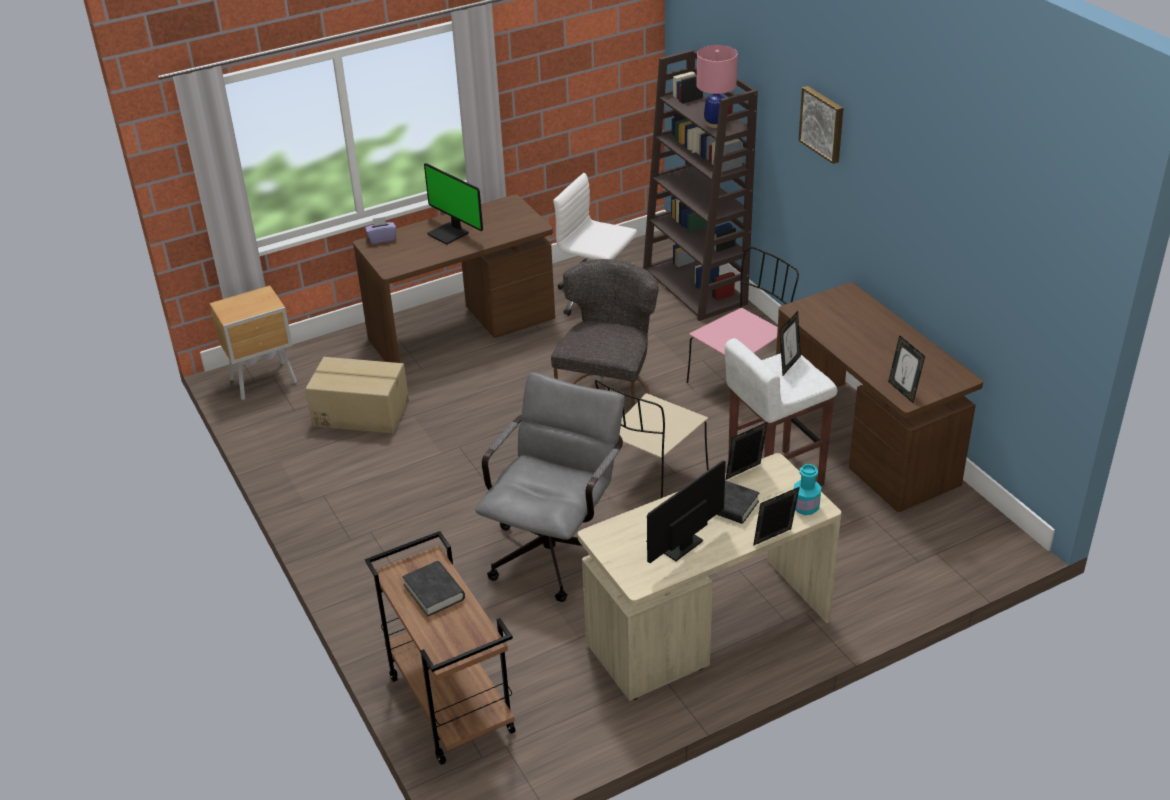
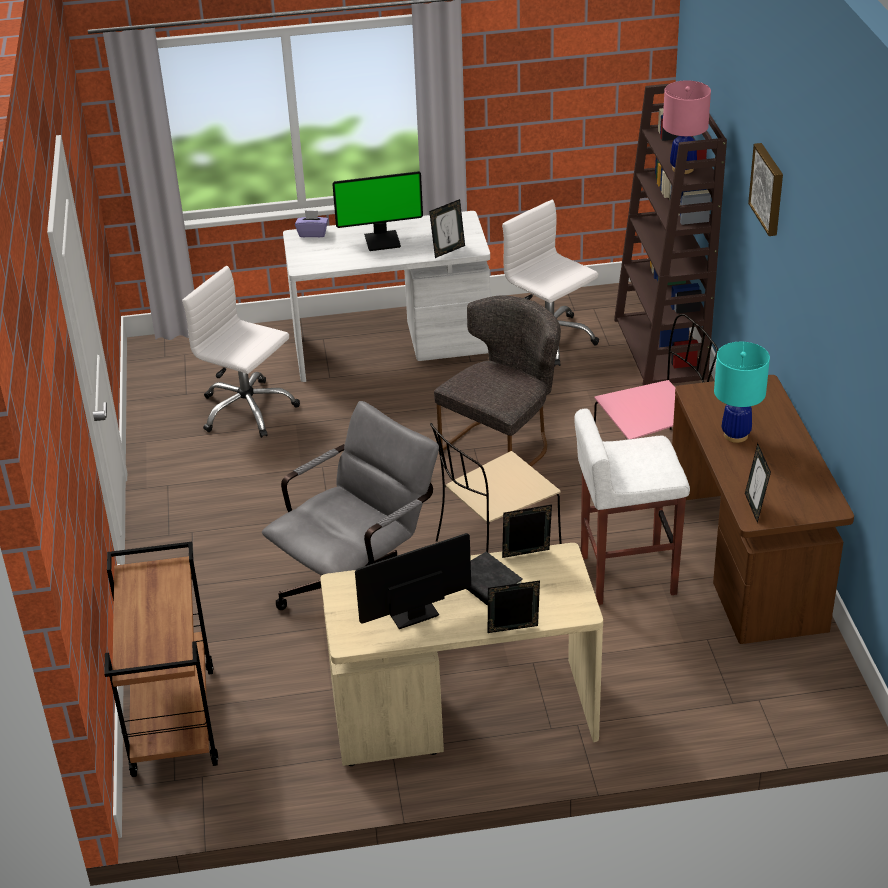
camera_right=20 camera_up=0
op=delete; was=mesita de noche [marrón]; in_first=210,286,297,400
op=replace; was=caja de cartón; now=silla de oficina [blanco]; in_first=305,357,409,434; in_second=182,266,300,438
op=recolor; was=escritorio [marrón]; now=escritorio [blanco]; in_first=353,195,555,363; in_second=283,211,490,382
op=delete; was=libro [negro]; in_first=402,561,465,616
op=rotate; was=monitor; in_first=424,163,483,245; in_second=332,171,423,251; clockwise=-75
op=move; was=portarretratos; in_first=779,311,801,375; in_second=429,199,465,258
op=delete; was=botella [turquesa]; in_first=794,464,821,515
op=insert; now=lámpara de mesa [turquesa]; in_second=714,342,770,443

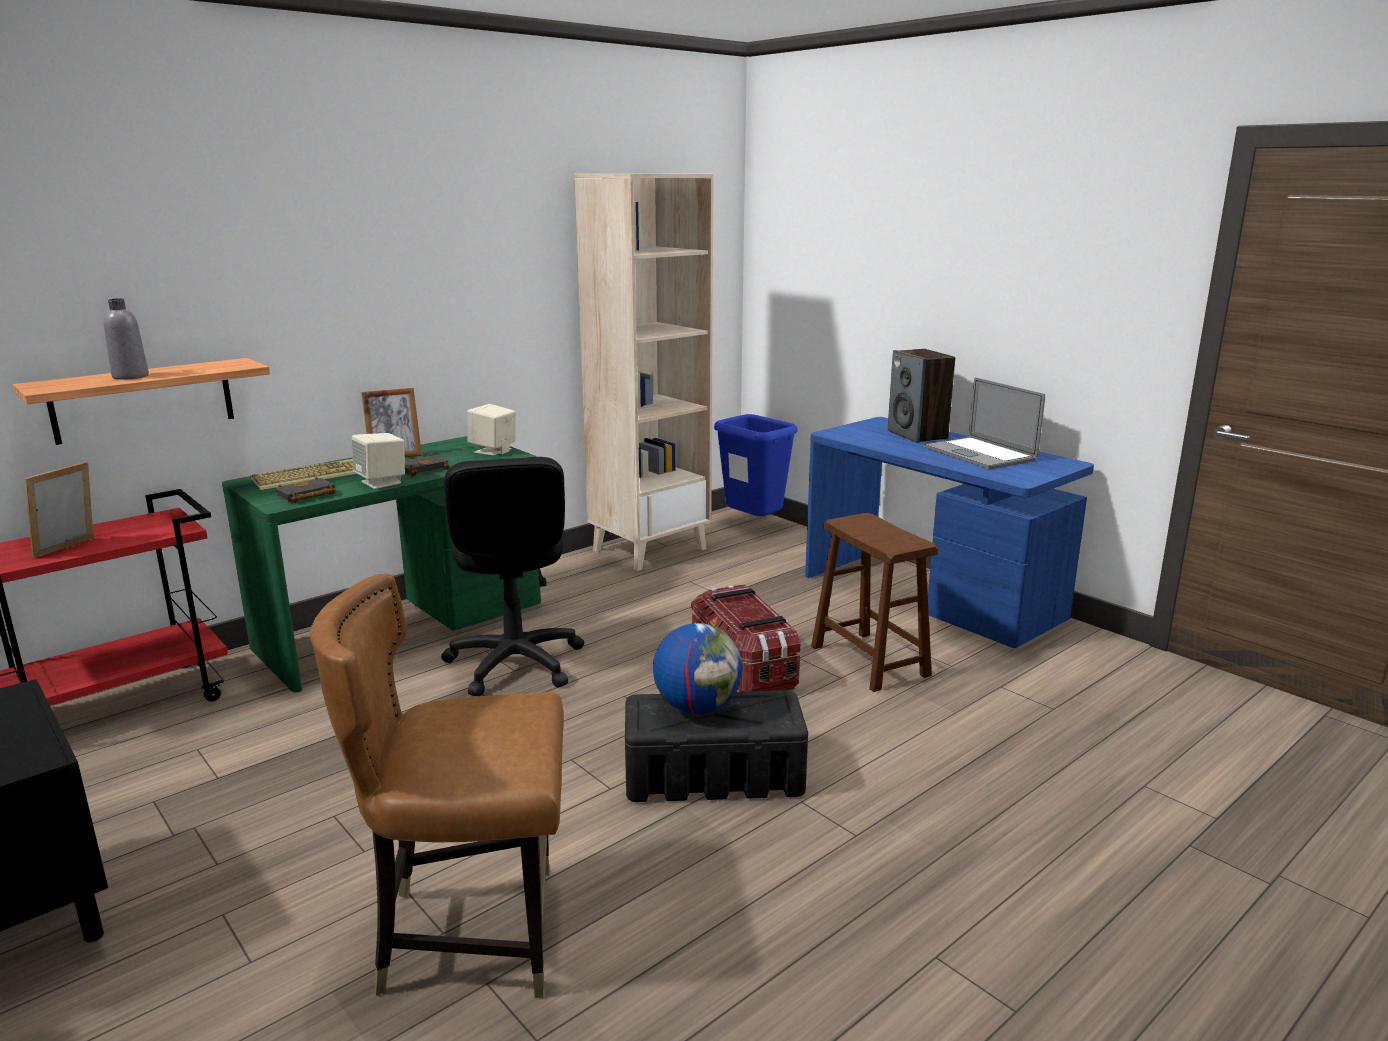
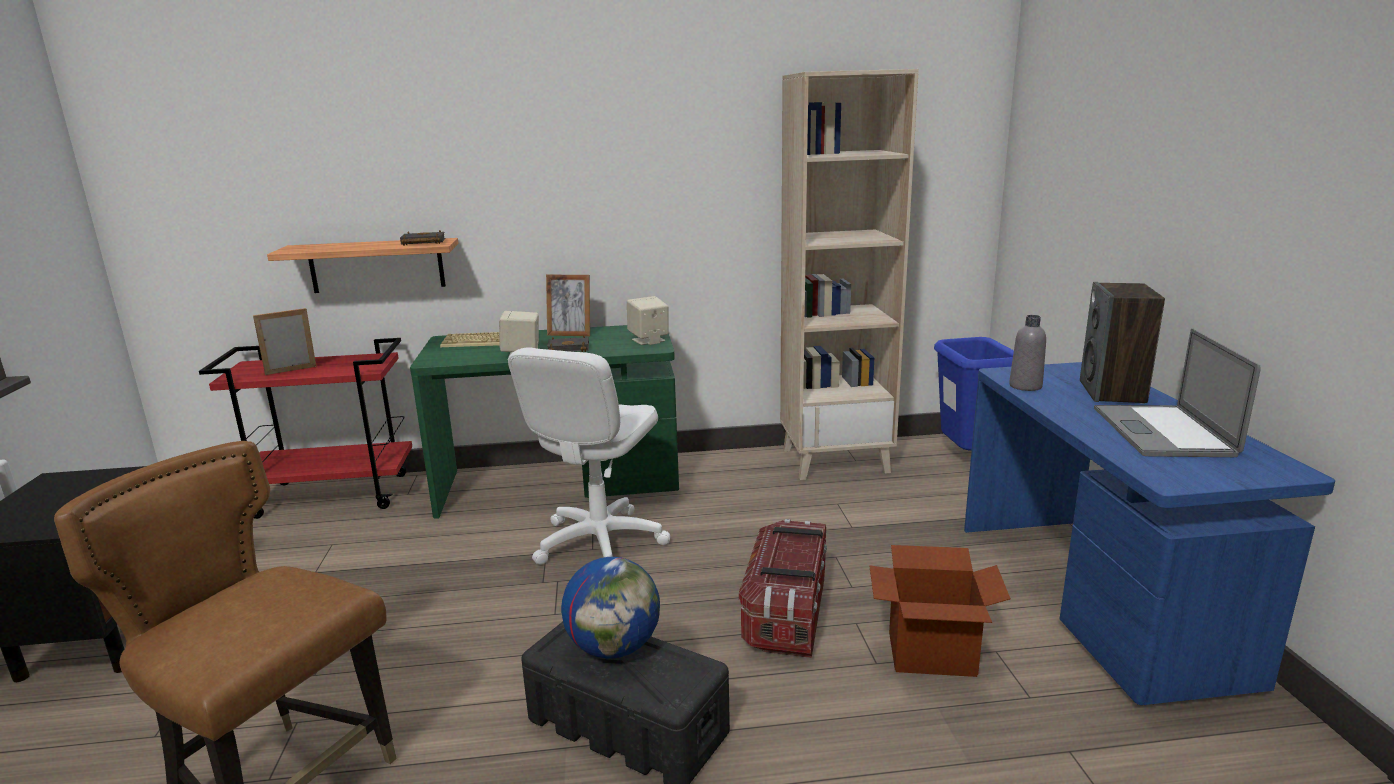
camera_right=35 camera_up=0
op=move; was=botella [gris]; in_first=103,298,149,380; in_second=1009,315,1046,391
op=move; was=libro [negro]; in_first=275,477,336,503; in_second=400,230,445,245
op=recolor; was=silla de oficina [negro]; now=silla de oficina [blanco]; in_first=441,457,584,696; in_second=508,347,670,565
op=replace; was=taburete [marrón]; now=caja de cartón; in_first=811,513,938,692; in_second=869,545,1011,677

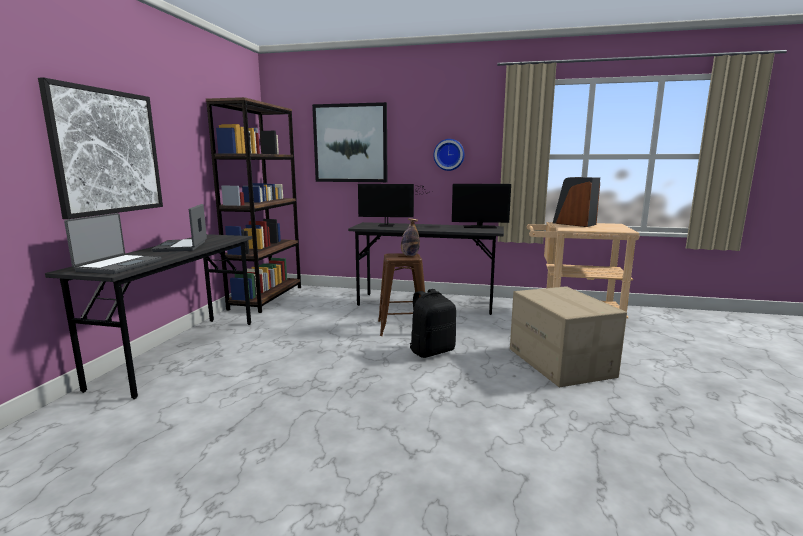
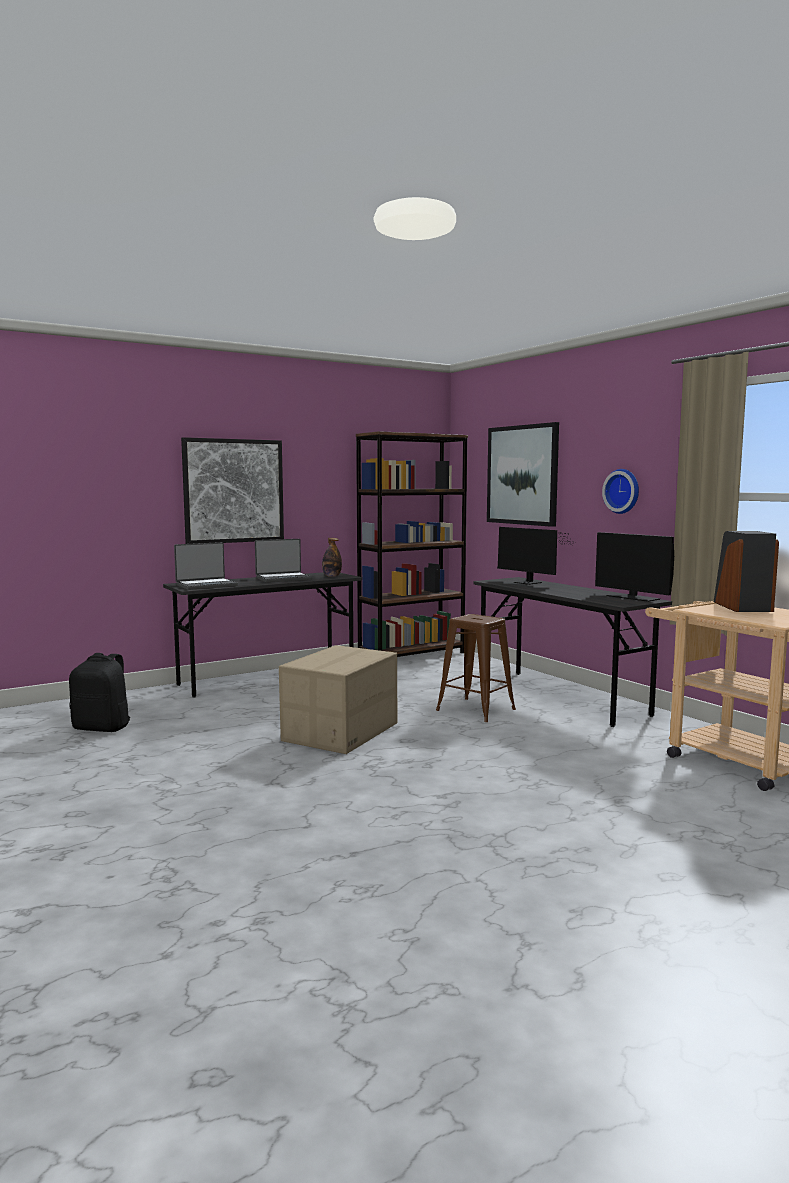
camera_right=45 camera_up=-5
op=rotate; was=portátil; in_first=151,204,207,252; in_second=255,539,312,582; clockwise=-150
op=move; was=botella; in_first=401,218,420,256; in_second=322,538,342,577
op=move; was=mochila [negro]; in_first=409,289,456,358; in_second=69,653,130,732
op=move; was=caja de cartón; in_first=510,286,627,387; in_second=279,645,397,754

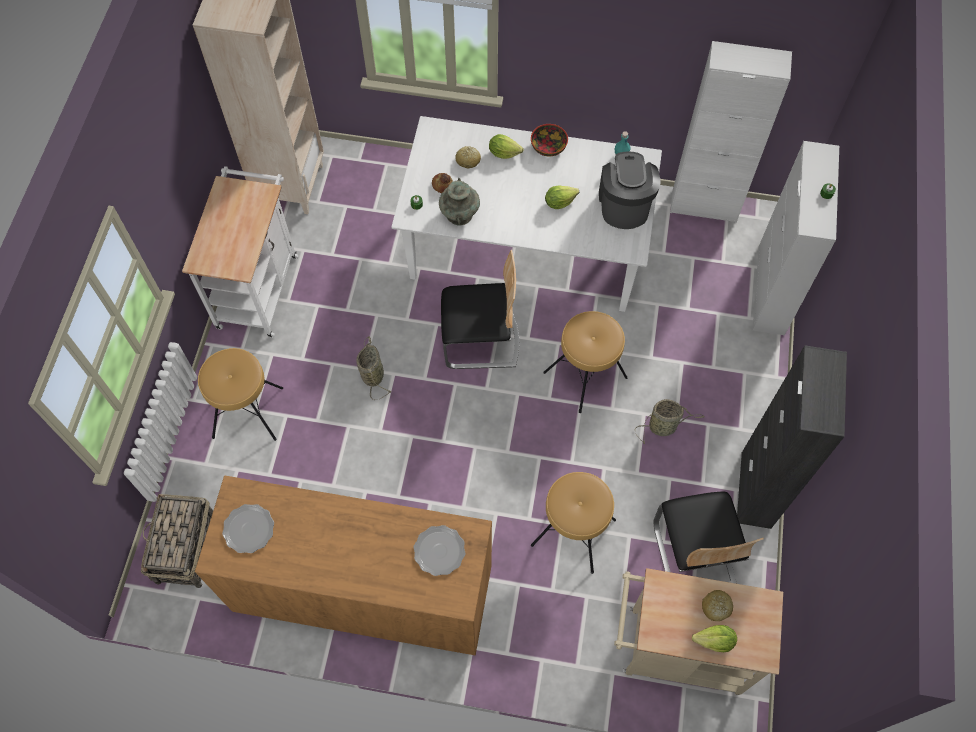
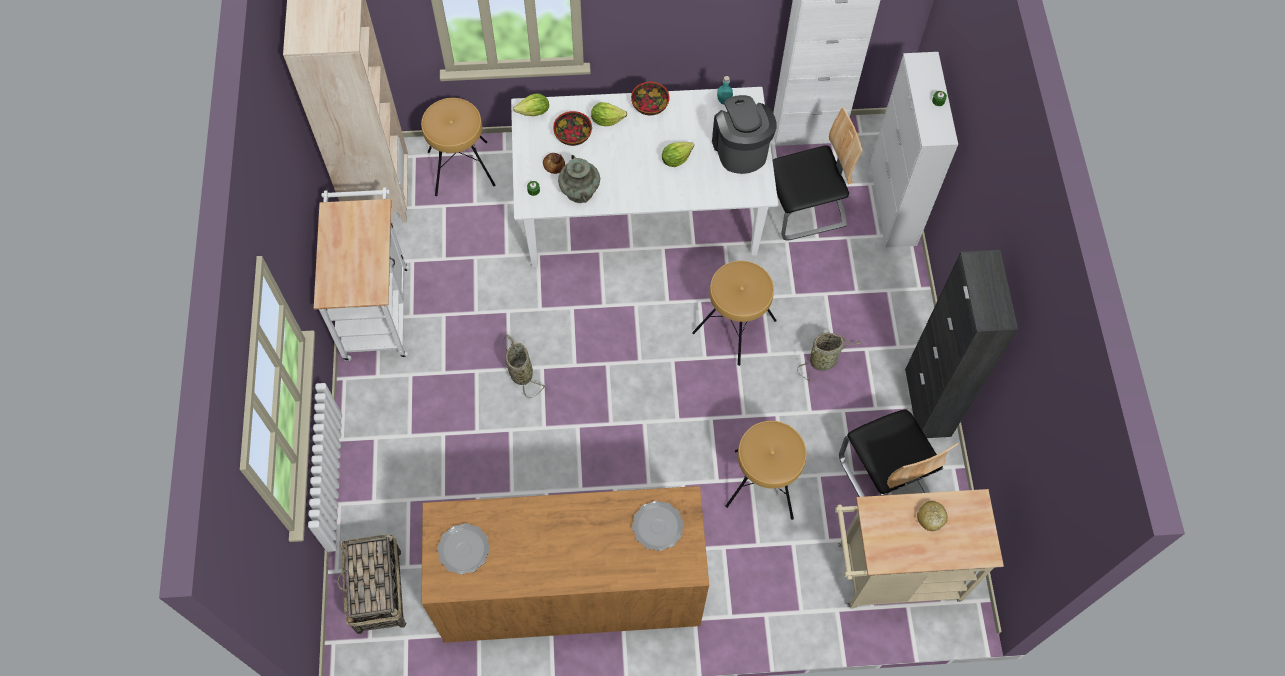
camera_right=-15 camera_up=0
op=move; was=taburete [marrón]; in_first=198,348,283,441; in_second=421,98,495,196
op=move; was=silla; in_first=441,250,519,369; in_second=772,107,863,240
op=replace; was=pan; now=cuenco; in_first=456,146,481,169; in_second=553,111,592,146
op=move; was=lechuga; in_first=692,625,737,652; in_second=513,93,549,116

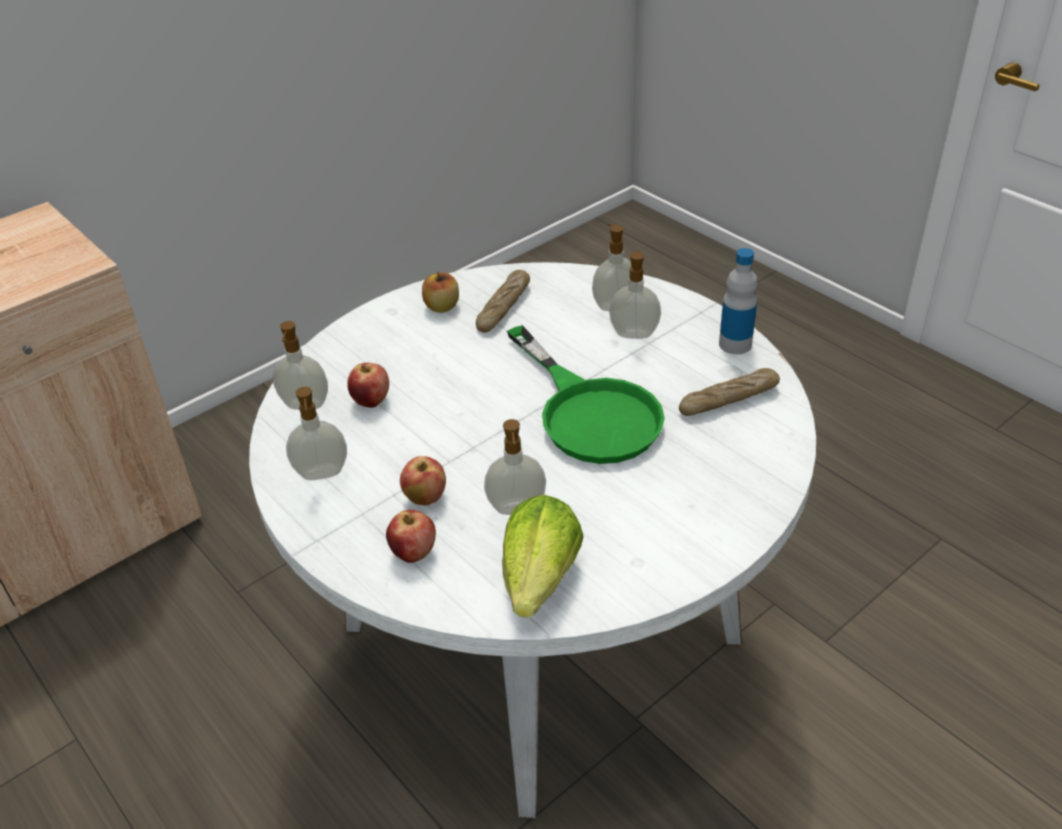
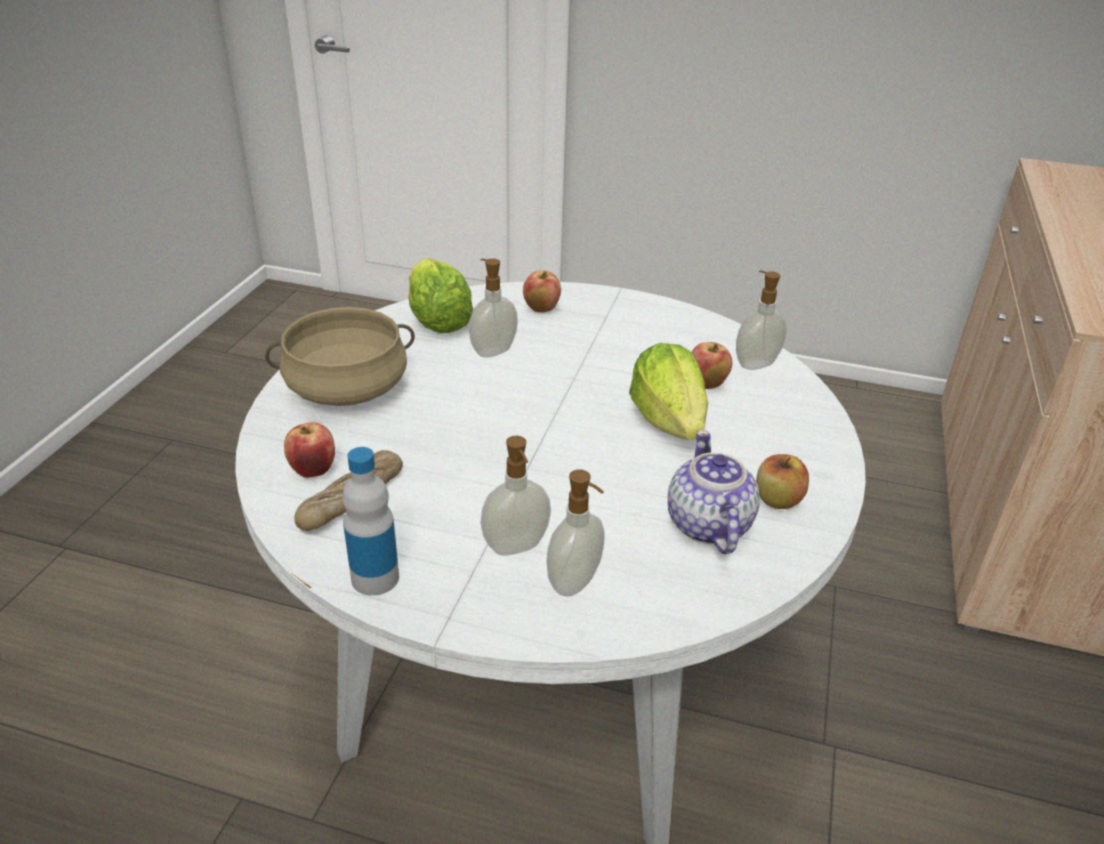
camera_right=145 camera_up=-5
op=delete; was=dispensador de jabón; in_first=286,387,347,480
op=move; was=manzana; in_first=400,456,446,505; in_second=284,422,335,478
op=replace; was=pan; now=tetera; in_first=476,270,530,333; in_second=668,430,760,554
op=delete; was=sartén [verde]; in_first=507,325,665,464
op=insert; now=olla [beis]; in_second=265,307,415,406
op=insert; now=lechuga; in_second=629,343,708,440

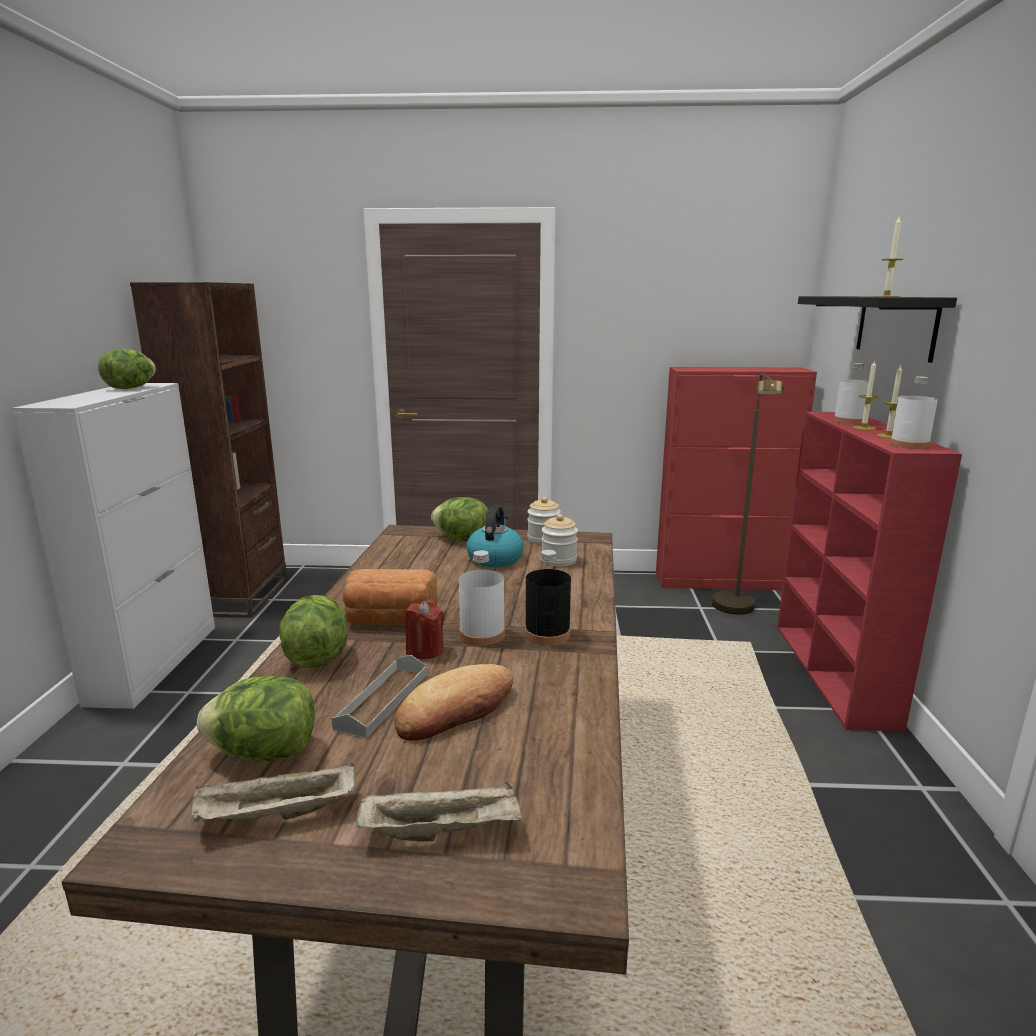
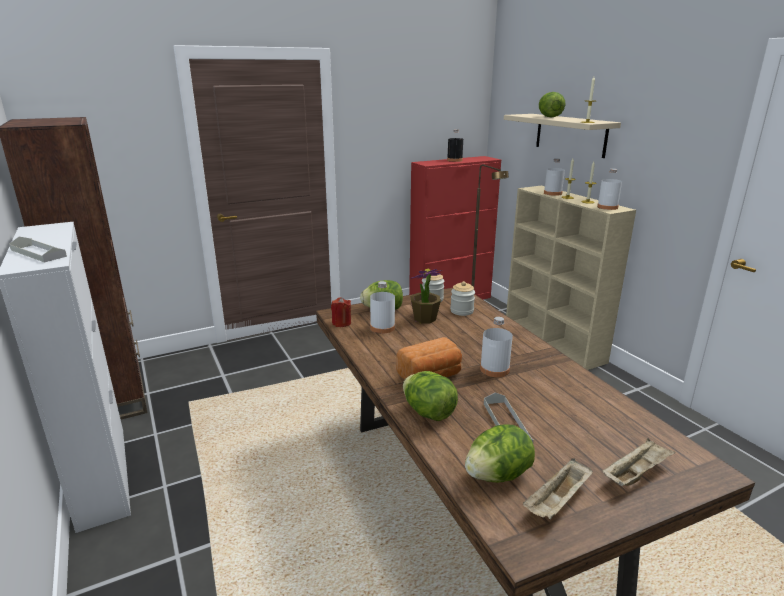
camera_right=-30 camera_up=5
op=move; was=lechuga; in_first=98,349,156,389; in_second=539,92,565,118
op=delete; was=pan; in_first=394,664,513,740
op=move; was=vela [rojo]; in_first=405,600,444,659; in_second=331,297,351,327
op=replace; was=hervidor; now=planta en maceta; in_first=466,506,524,567; in_second=410,269,443,324
op=move; was=botella [negro]; in_first=525,550,571,645; in_second=447,129,463,162
op=recolor; was=estantería [rojo]; now=estantería [beis]; in_first=777,412,962,732; in_second=506,186,636,370
op=recolor; was=estante [negro]; now=estante [beis]; in_first=798,296,957,363; in_second=504,114,621,158
op=insert; now=bandeja [gris]; in_second=9,237,67,262
op=insert; now=botella [blanco]; in_second=370,281,395,333

